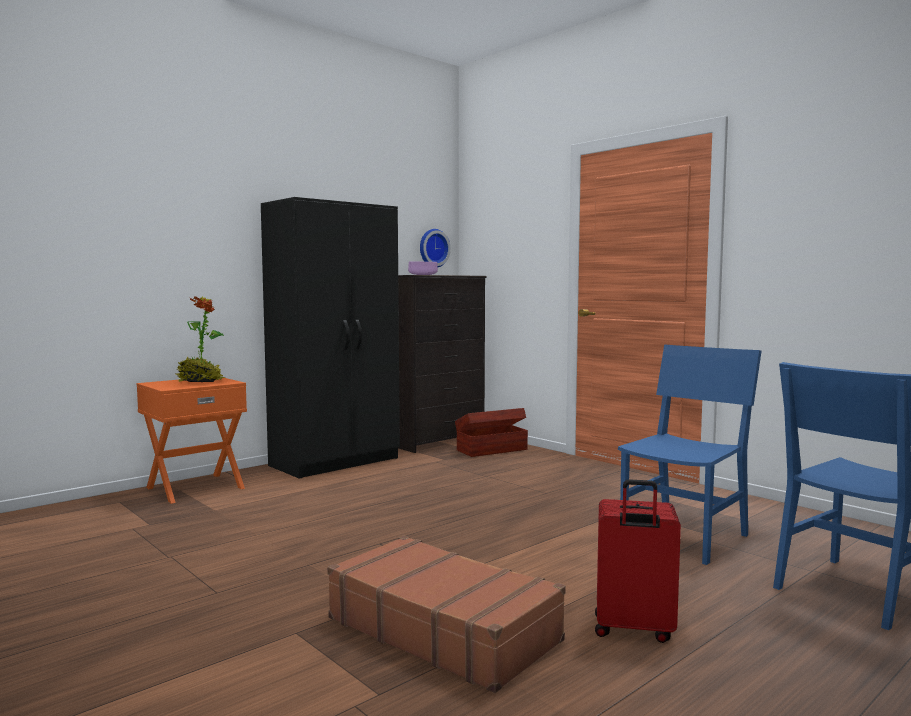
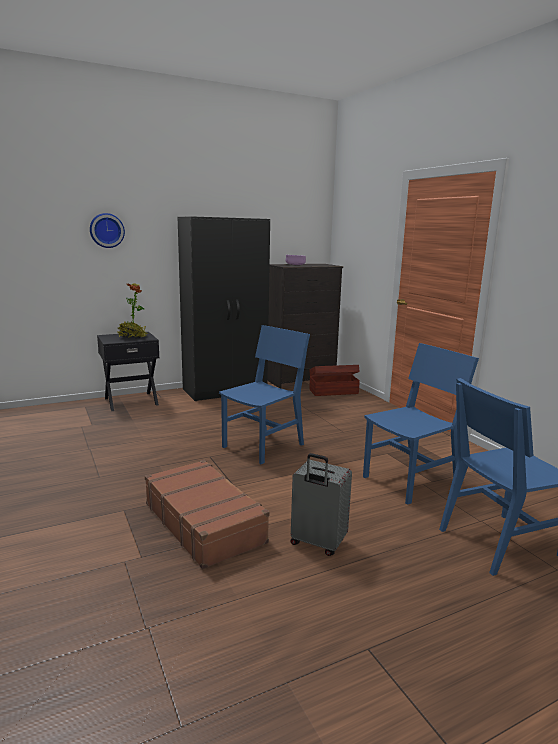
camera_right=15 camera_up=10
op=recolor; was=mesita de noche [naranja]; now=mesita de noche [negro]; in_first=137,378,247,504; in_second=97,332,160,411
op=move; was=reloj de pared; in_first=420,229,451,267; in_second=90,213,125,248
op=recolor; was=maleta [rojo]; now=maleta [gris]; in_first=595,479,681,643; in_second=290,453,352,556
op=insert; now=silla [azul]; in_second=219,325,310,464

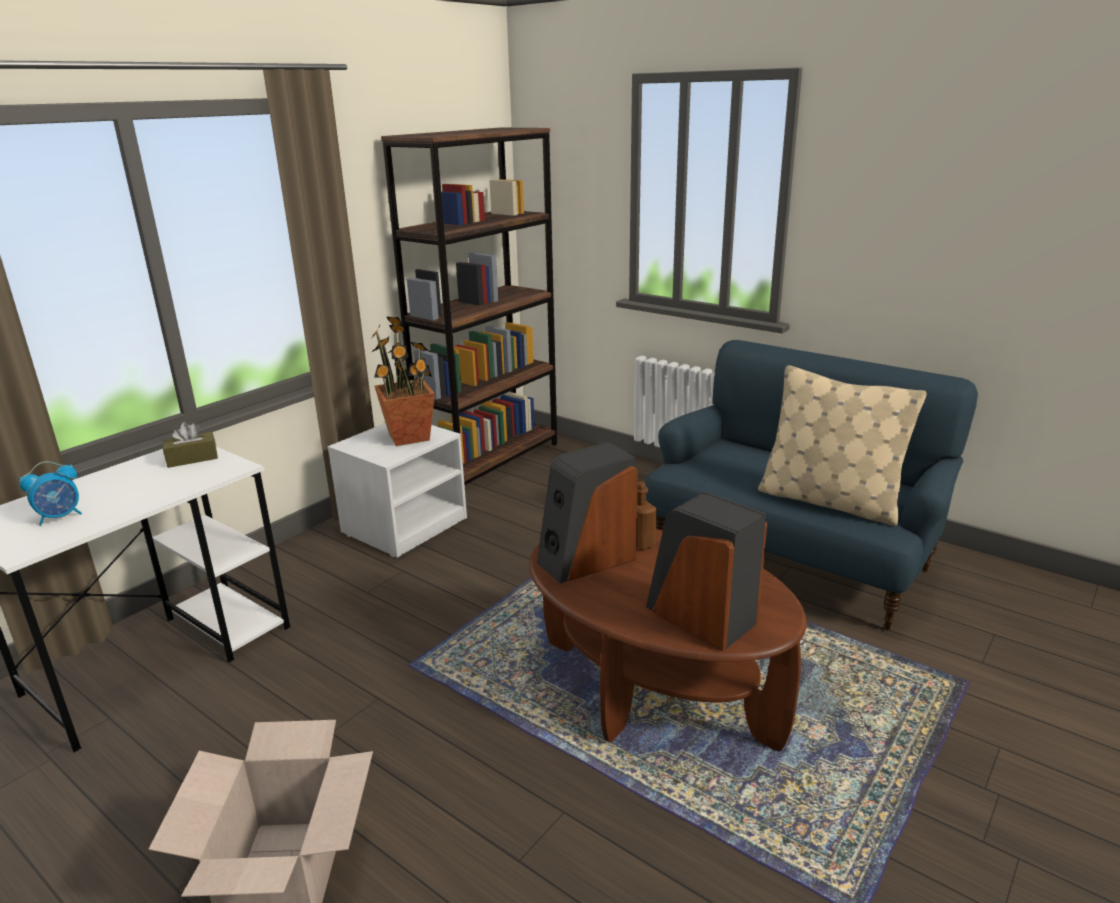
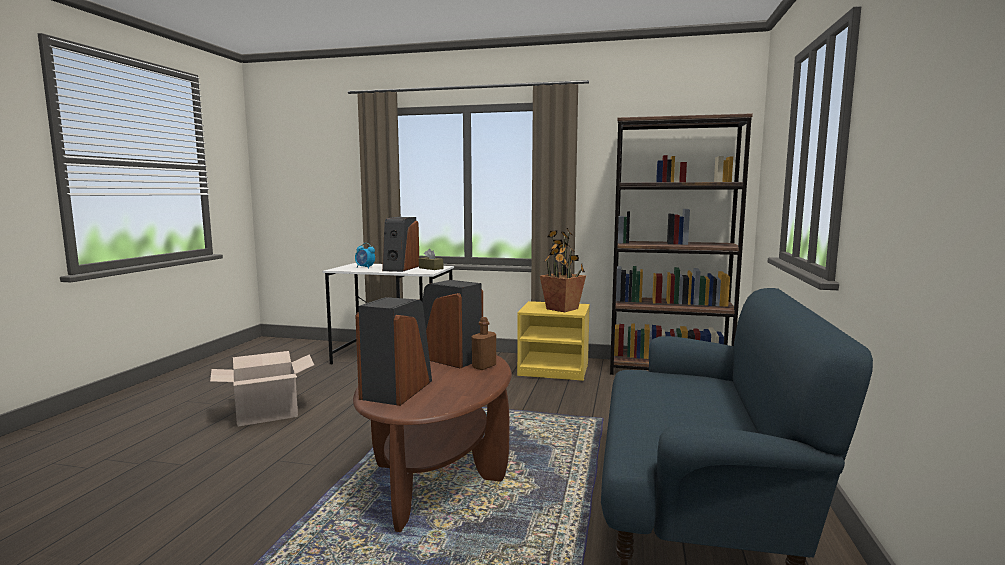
camera_right=65 camera_up=-15
op=recolor; was=mesita de noche [blanco]; now=mesita de noche [amarillo]; in_first=328,423,467,558; in_second=517,301,590,381
op=delete; was=cojín [beis]; in_first=758,365,927,526
op=insert; now=altavoz; in_second=382,217,419,272

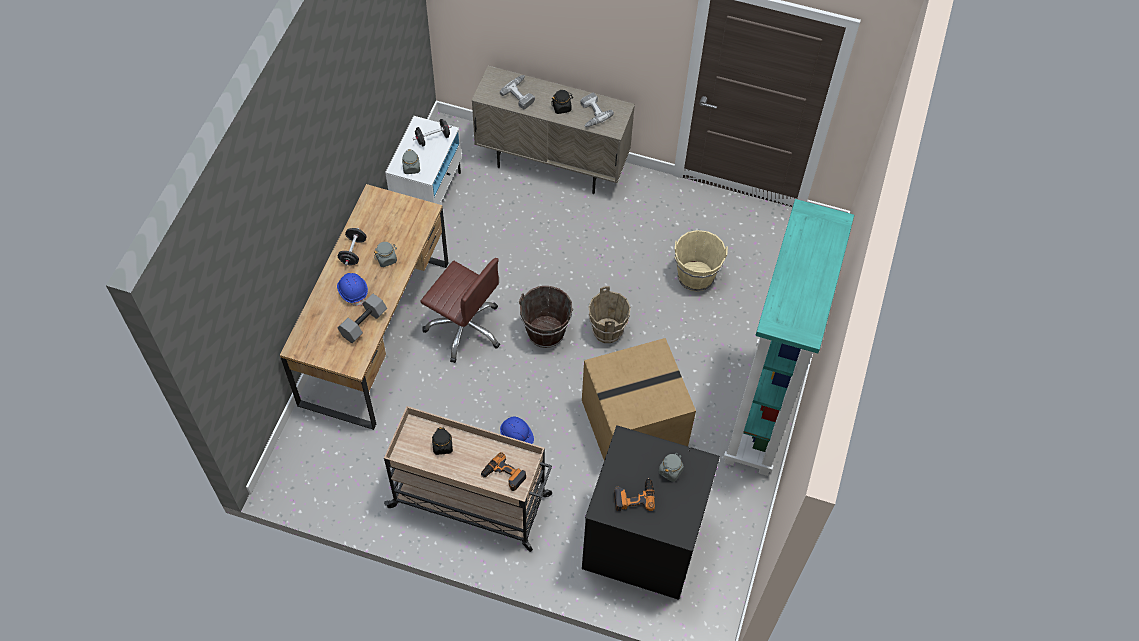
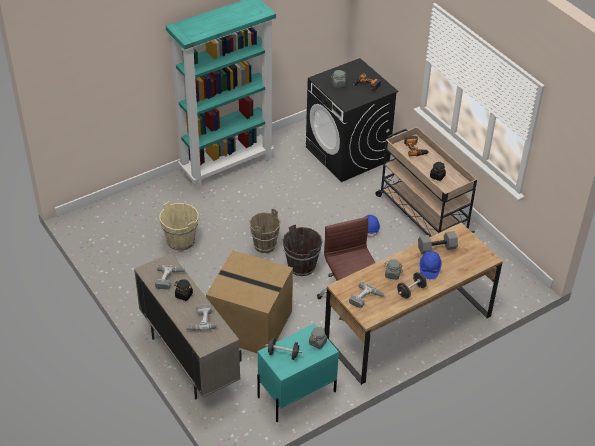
camera_right=-140 camera_up=-15
op=recolor; was=mesita de noche [blanco]; now=mesita de noche [turquesa]; in_first=385,116,461,204; in_second=257,324,339,422
op=move; was=caja de cartón; in_first=582,338,696,460; in_second=206,250,293,353
op=insert; now=taladro; in_second=349,282,385,308

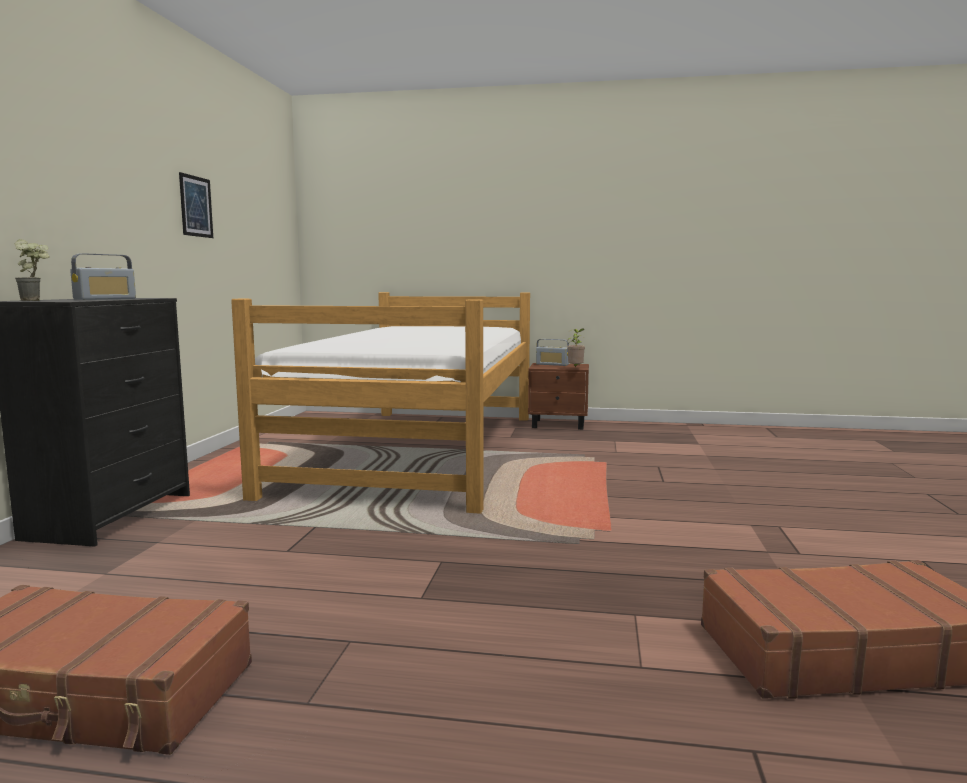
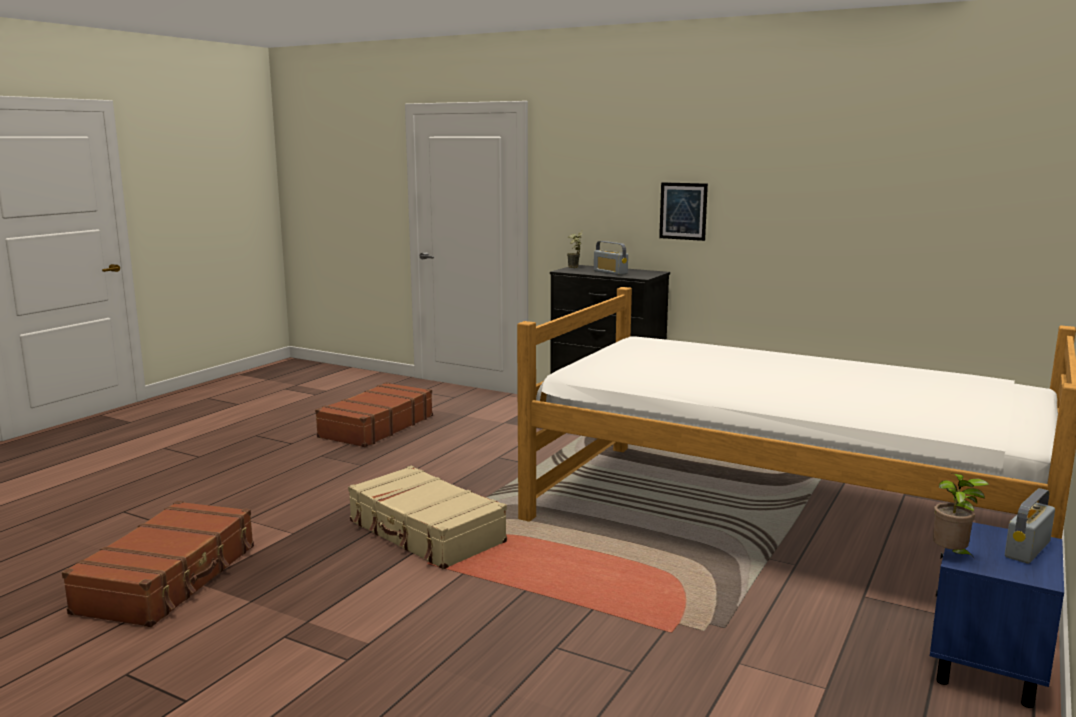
camera_right=110 camera_up=5
op=move; was=cuadro; in_first=179,172,213,238; in_second=659,182,708,241
op=recolor; was=mesita de noche [marrón]; now=mesita de noche [azul]; in_first=528,363,589,430; in_second=930,522,1064,708
op=insert; now=maleta [beis]; in_second=348,466,507,569

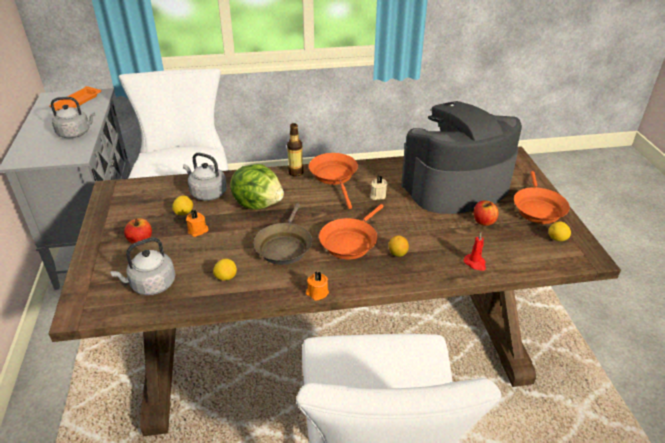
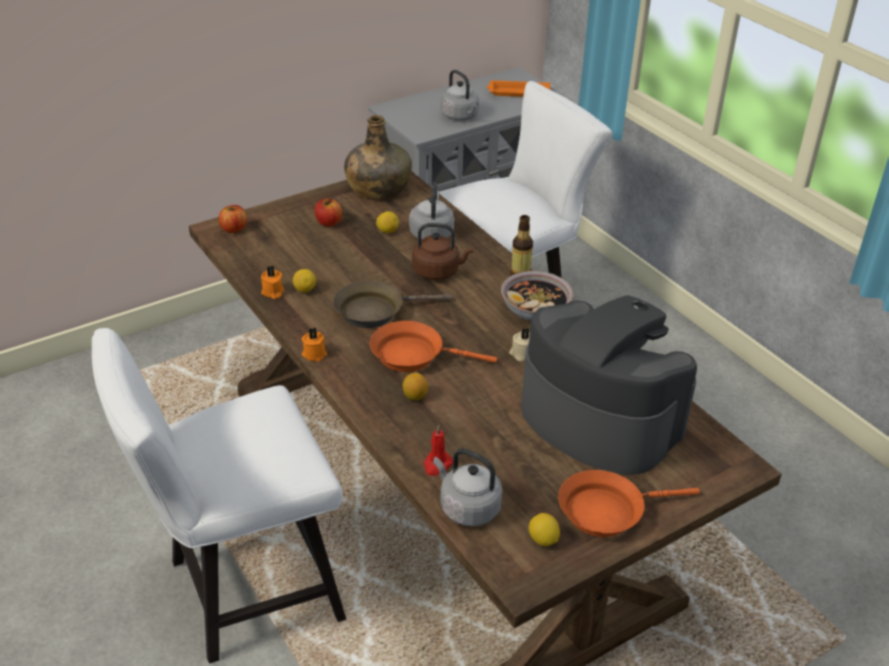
camera_right=65 camera_up=0
op=move; was=hervidor [gris]; in_first=110,237,175,295; in_second=433,449,503,526
op=move; was=vela [naranja]; in_first=186,210,208,237; in_second=261,266,284,299
op=replace; was=lechuga; now=hervidor [marrón]; in_first=230,164,284,209; in_second=412,223,473,280
op=replace; was=sartén [naranja]; now=cuenco; in_first=309,153,358,209; in_second=501,271,573,321
op=move; was=manzana; in_first=474,200,499,226; in_second=219,205,247,233
op=insert; now=botella [verde]; in_second=344,115,412,199

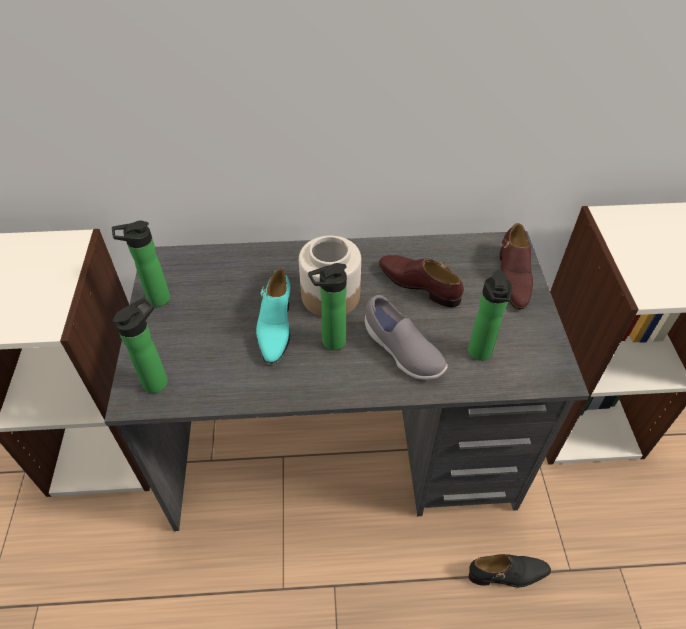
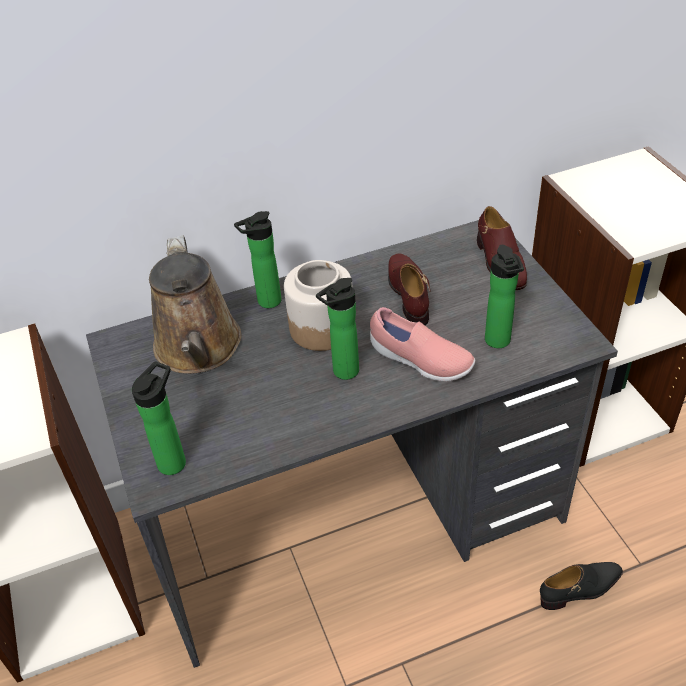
camera_right=-15 camera_up=-5
op=move; was=botella; in_first=112,220,170,307; in_second=234,211,282,308
op=delete; was=zapato [turquesa]; in_first=256,269,290,364
op=recolor; was=zapato [gris]; now=zapato [rosa]; in_first=365,295,448,380; in_second=370,307,475,382
op=rotate; was=zapato [marrón]; in_first=379,255,464,307; in_second=388,253,431,325; clockwise=60
op=insert; now=regadera [marrón]; in_second=149,235,241,374

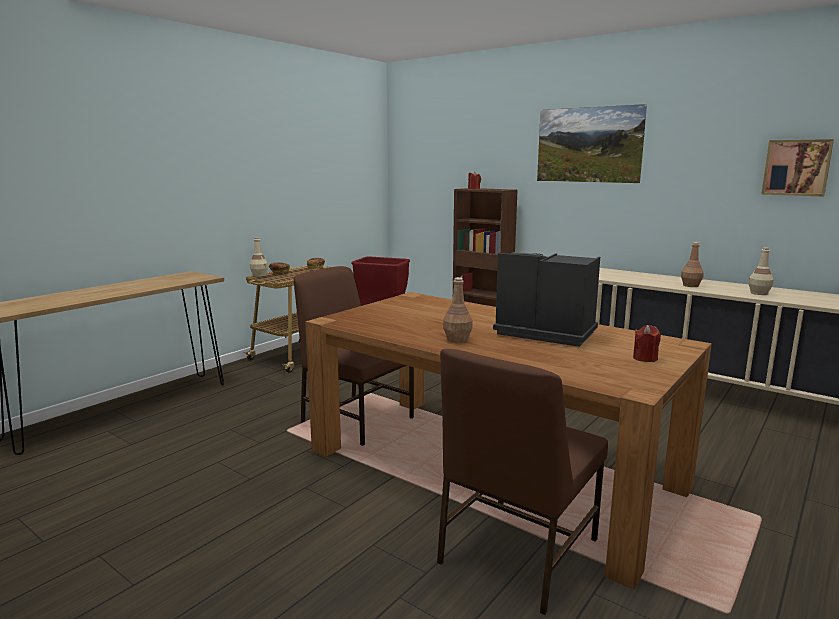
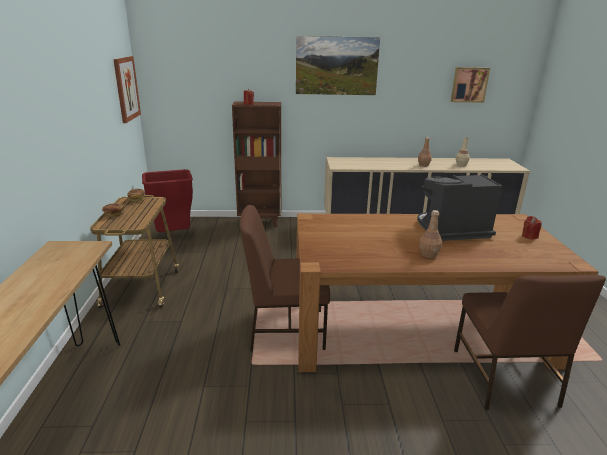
camera_right=-40 camera_up=10
op=delete; was=botella [beis]; in_first=250,237,268,277
op=insert; now=cuadro; in_second=113,56,141,123

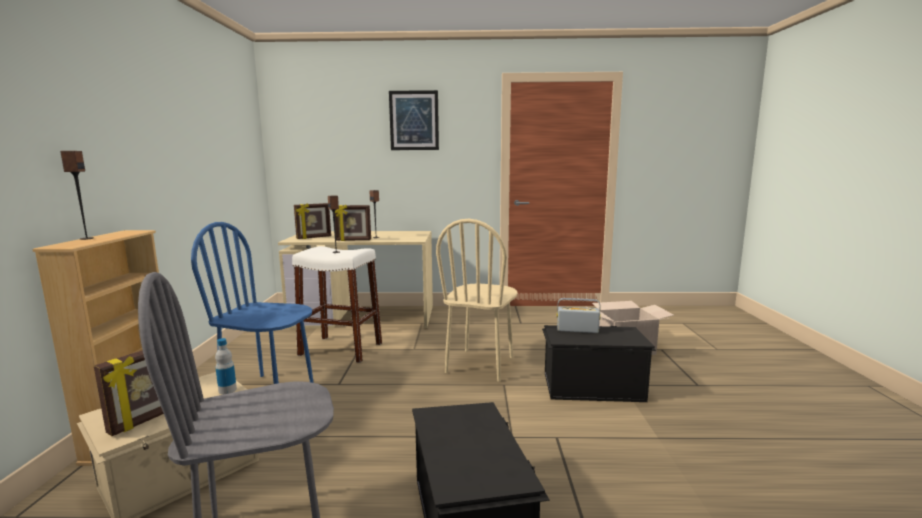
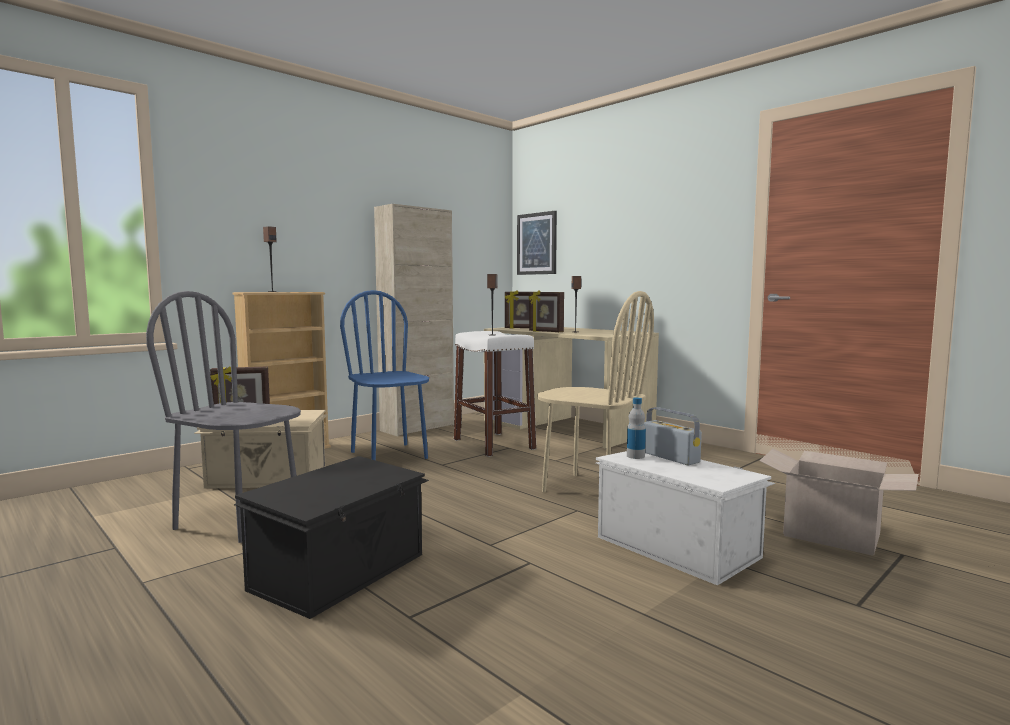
camera_right=45 camera_up=-5
op=move; was=botella; in_first=215,338,237,395; in_second=627,397,646,459
op=move; was=cuadro; in_first=389,90,439,150; in_second=517,211,557,275
op=rotate; was=silla [beis]; in_first=436,219,518,382; in_second=537,291,654,492; clockwise=-120
op=recolor; was=caja de almacenaje [negro]; now=caja de almacenaje [blanco]; in_first=542,325,656,402; in_second=596,451,775,586
op=insert; now=armario [beis]; in_second=374,204,454,437

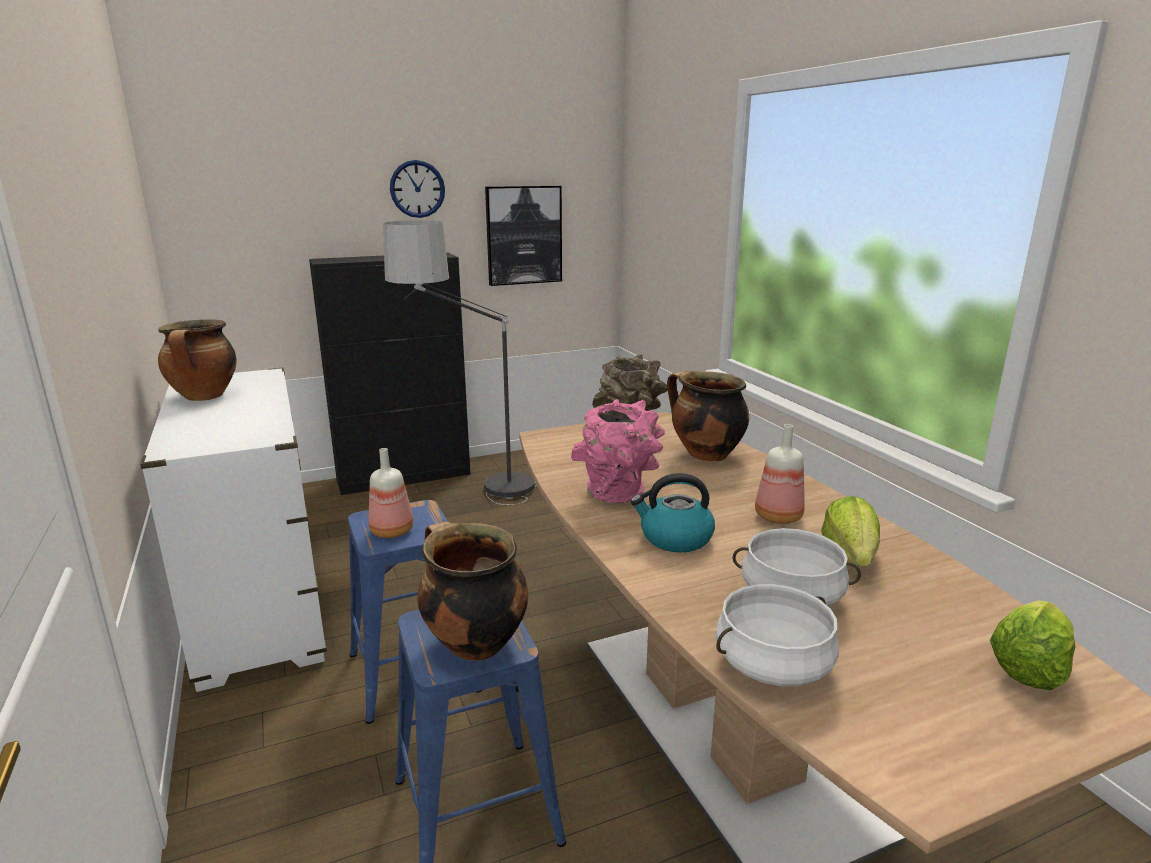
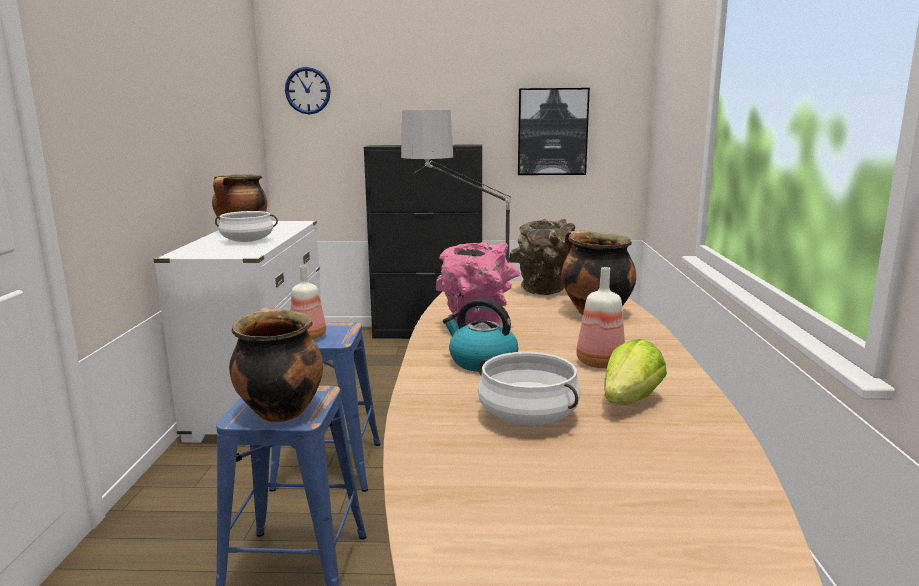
camera_right=25 camera_up=-5
op=move; was=reloj de pared; in_first=390,160,445,218; in_second=285,67,331,114
op=move; was=olla [blanco]; in_first=715,584,839,686; in_second=215,211,278,242
op=delete; was=lechuga; in_first=990,600,1075,690

